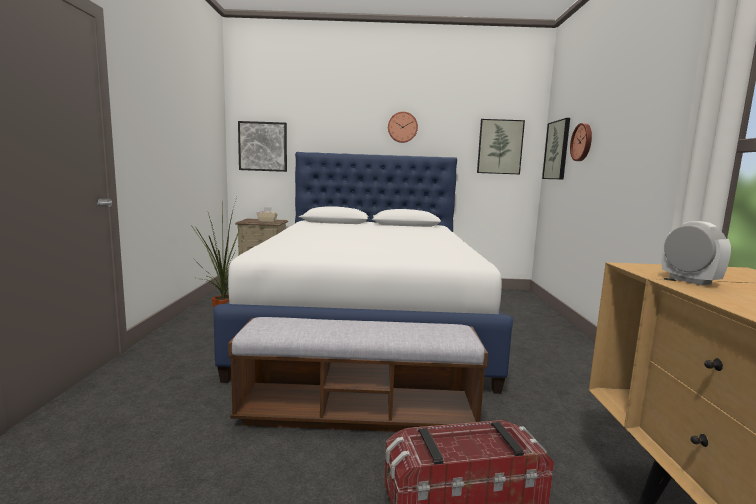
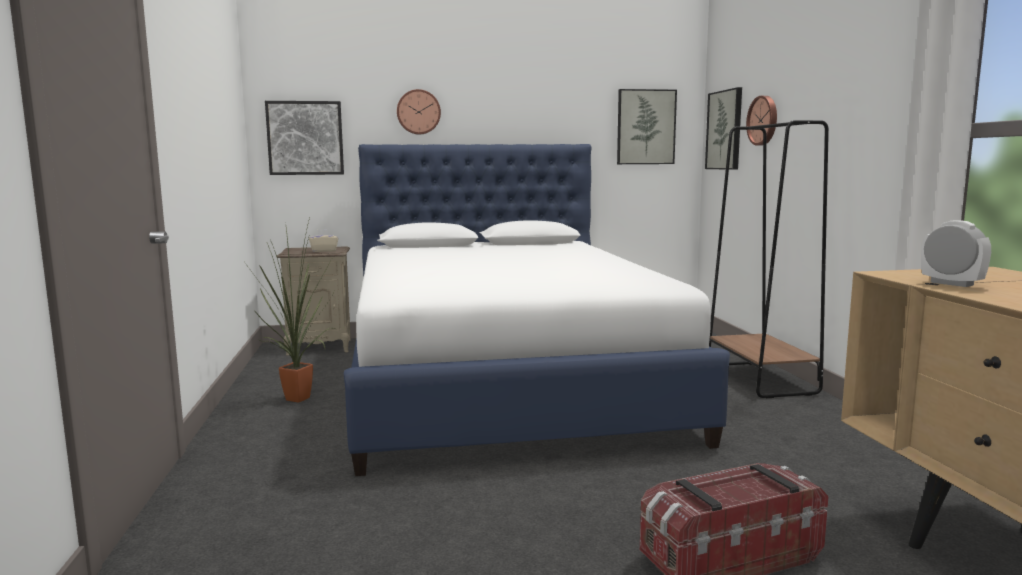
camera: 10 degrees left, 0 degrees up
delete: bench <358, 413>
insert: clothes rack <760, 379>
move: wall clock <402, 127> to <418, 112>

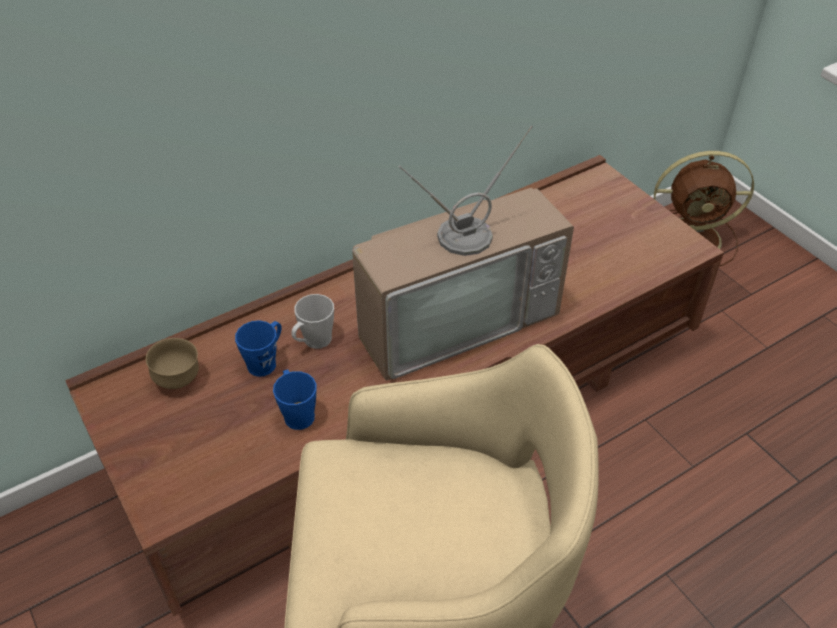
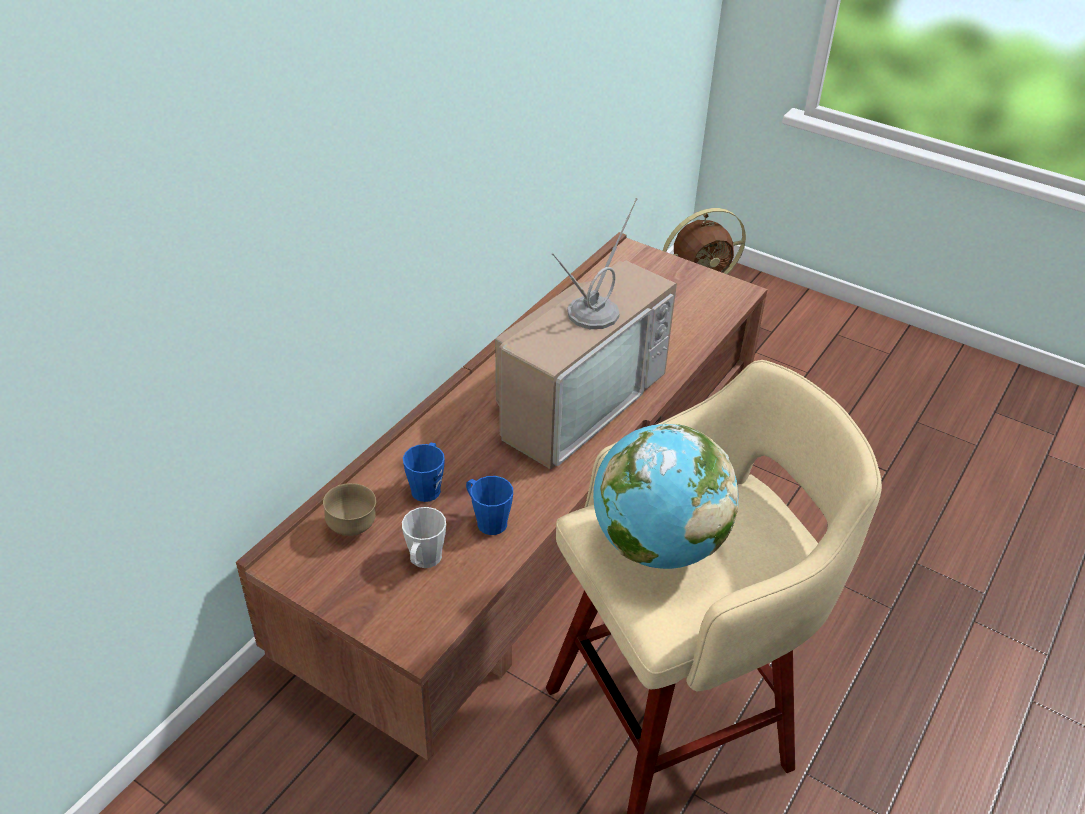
camera: 25 degrees left, 5 degrees down
insert: world globe <657, 545>
move: grey coffee mug <313, 341> to <424, 561>

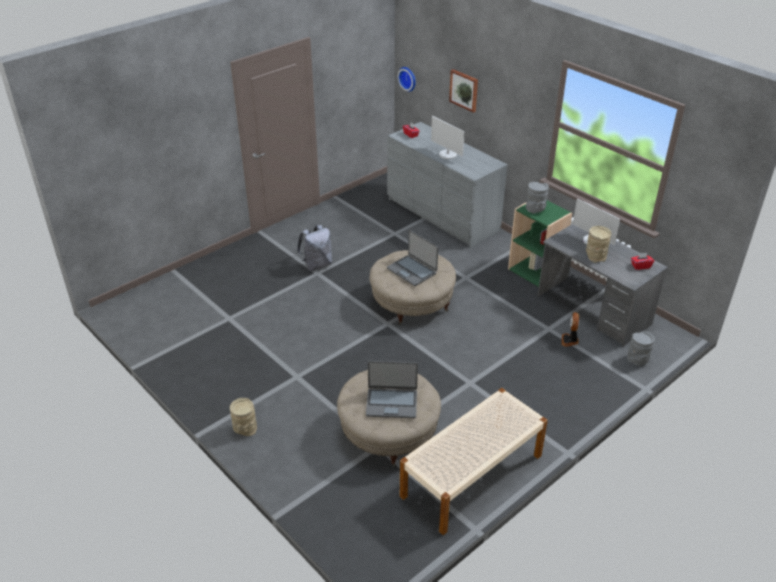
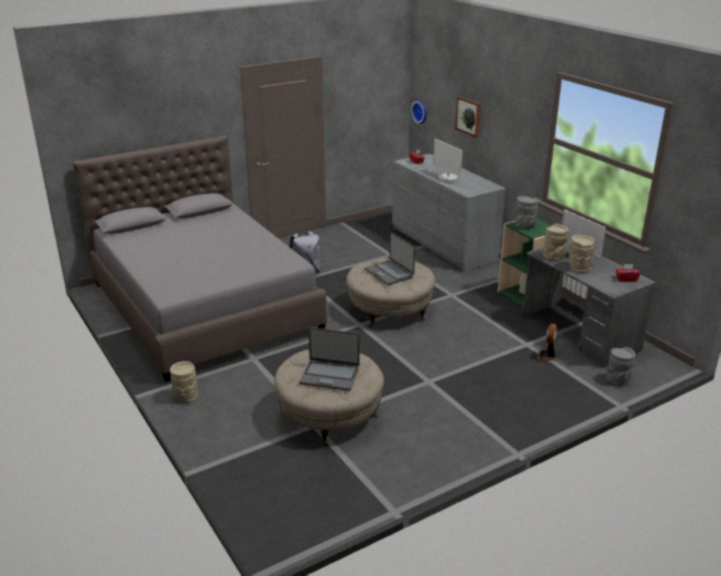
camera: 10 degrees right, 10 degrees down
delete: beige bench <472, 476>
insert: grey sleeping bed <204, 307>; beige flower vase <554, 256>

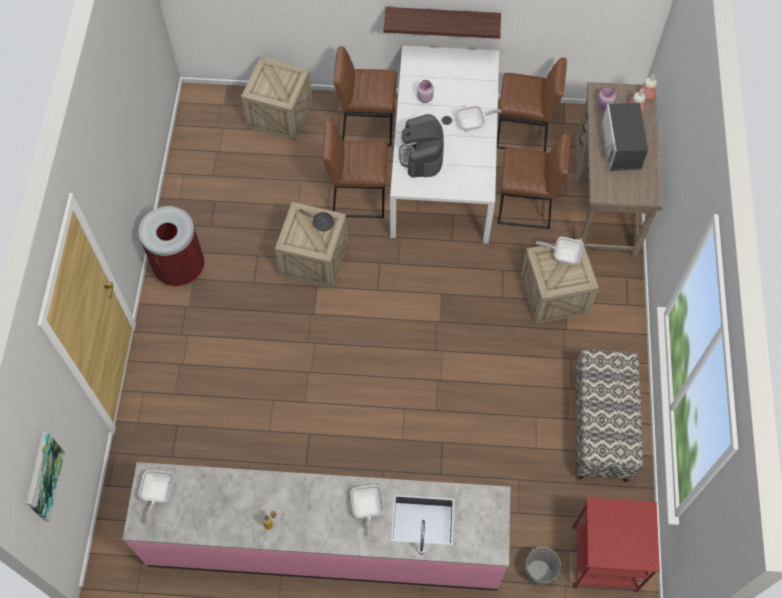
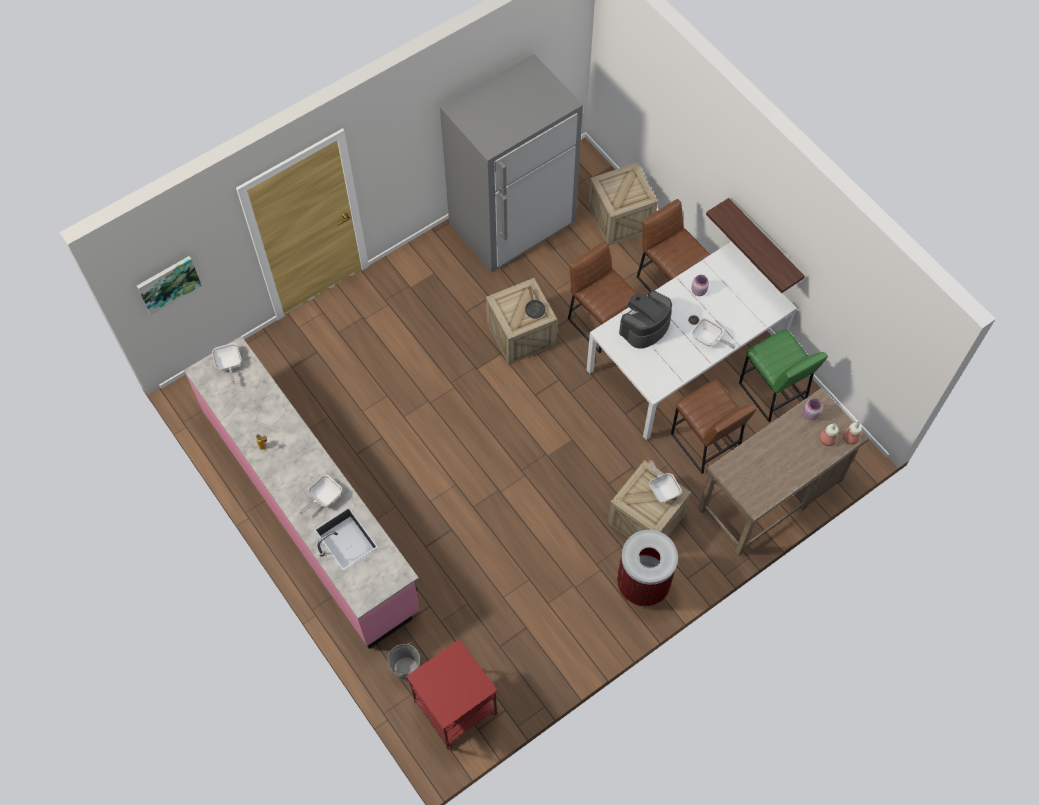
camera: 50 degrees right, 0 degrees up
delete: bench <602, 427>; kitchen microwave <620, 147>
insert: grey refrigerator <513, 222>
move: waste bin <180, 268> to <642, 584>
recolor: brown chair <523, 133> to greenish chair <773, 392>
rotate: frying pan <157, 494> = <229, 365> 75 degrees counterclockwise

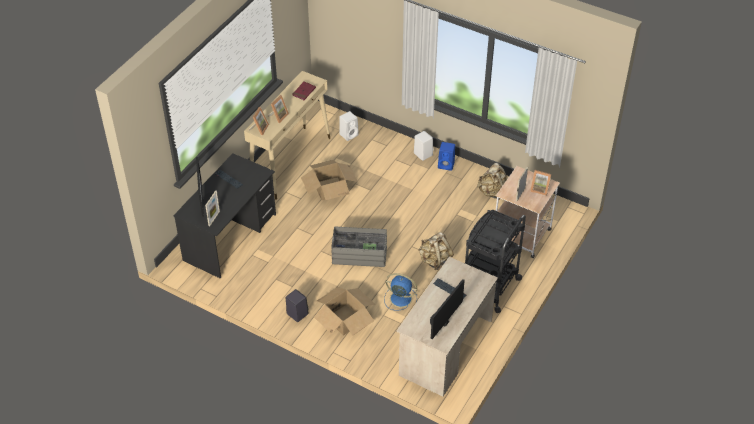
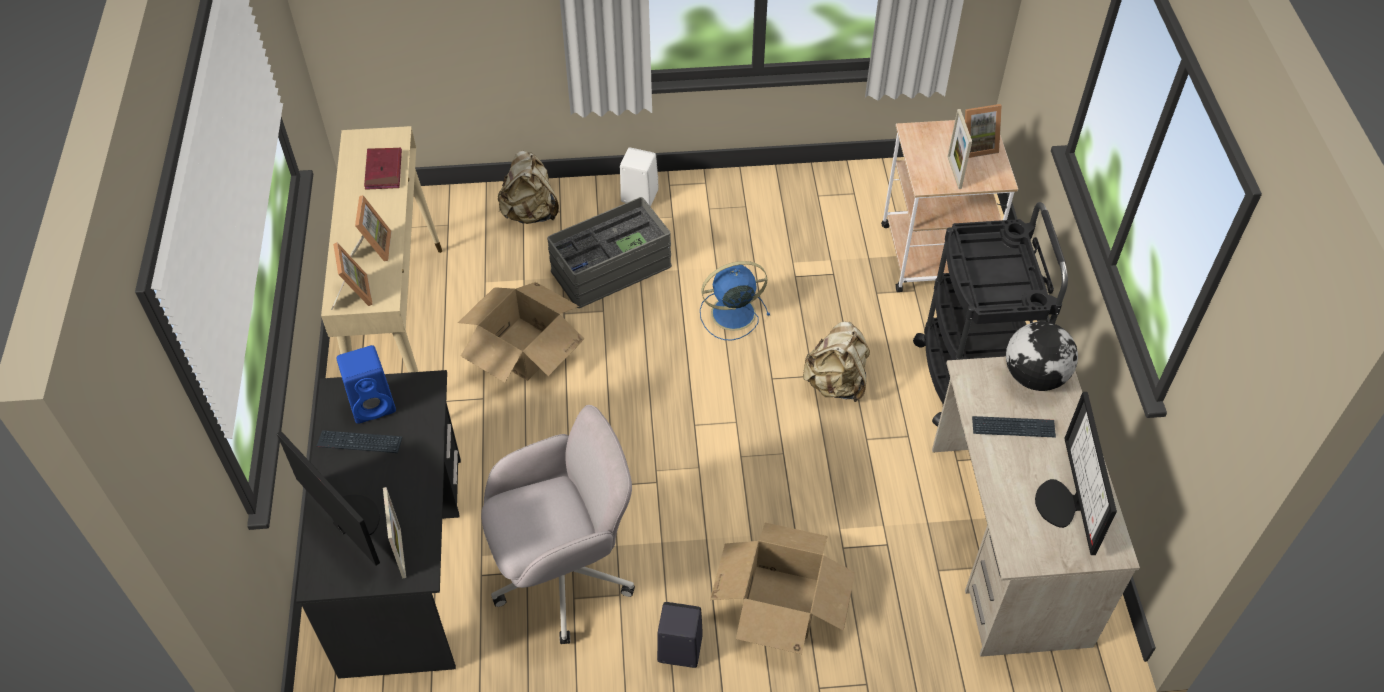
camera: 35 degrees left, 5 degrees up
delete: white-coloured loudspeaker <349, 134>
insert: grey computer chair <565, 578>; world globe <1035, 376>
move: grey storage box <359, 254> to <611, 269>; bluish fan <400, 298> to <731, 313>; bluish loudspeaker <446, 165> to <374, 403>; beige backpack <492, 192> to <530, 213>

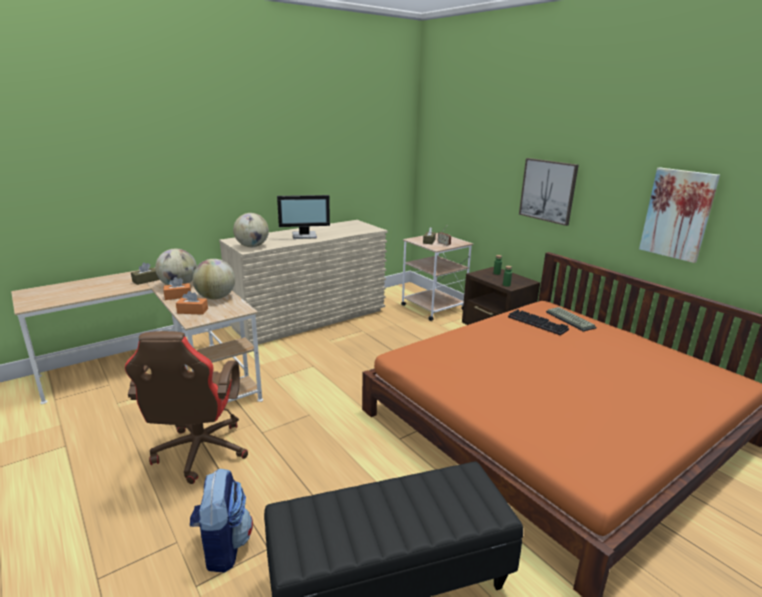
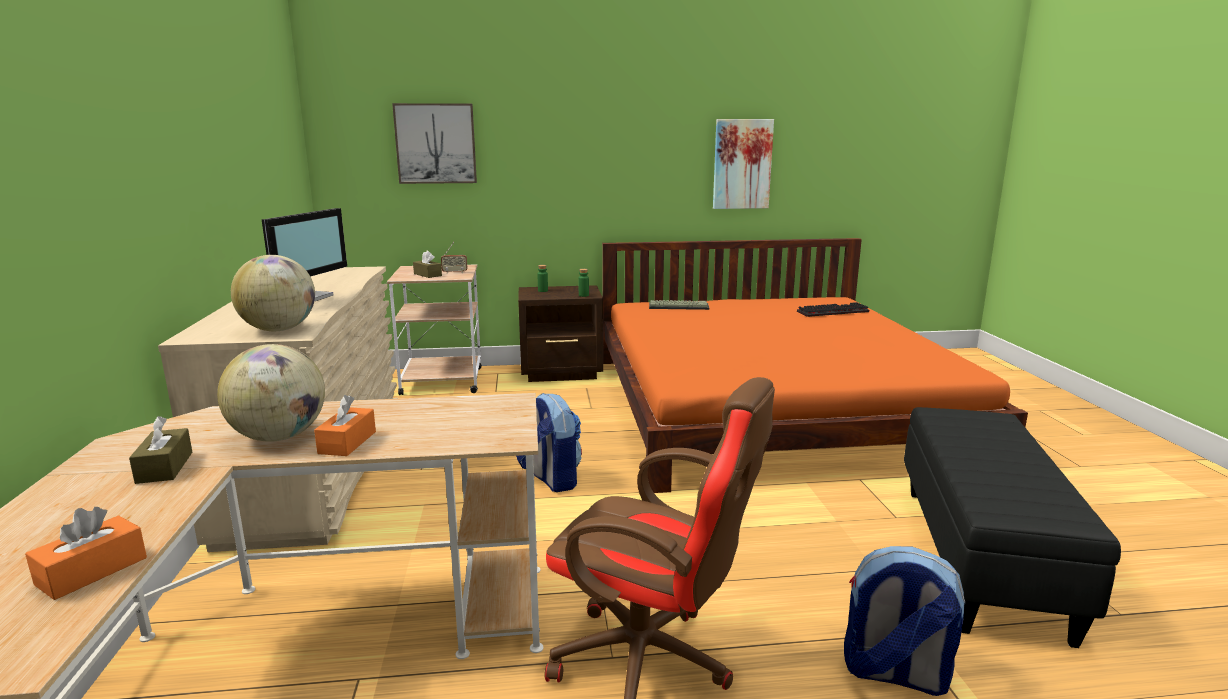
camera: 60 degrees left, 5 degrees down
delete: world globe <216, 297>
insert: backpack <551, 479>
move: orange-coloured tissue holder <192, 311> to <92, 571>; keyboard <538, 323> to <833, 311>; wall art <548, 190> to <435, 143>

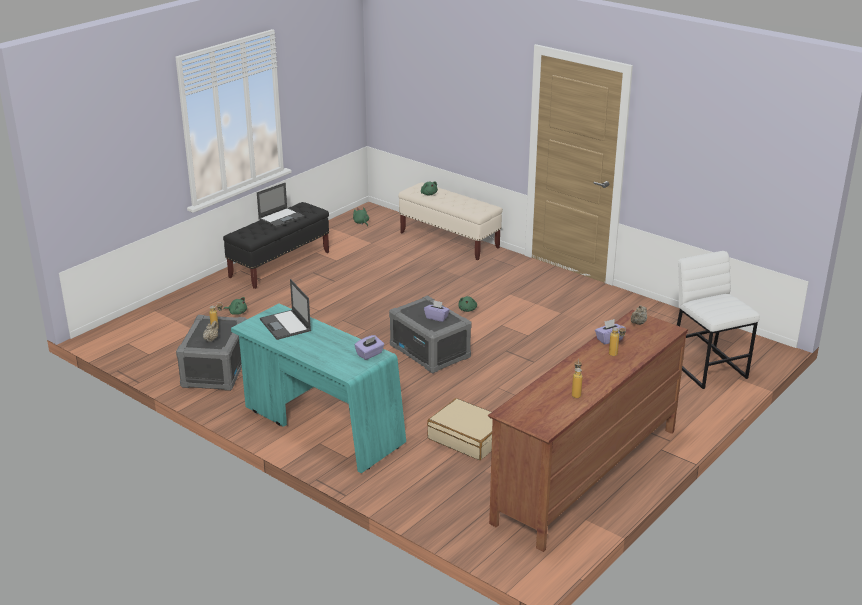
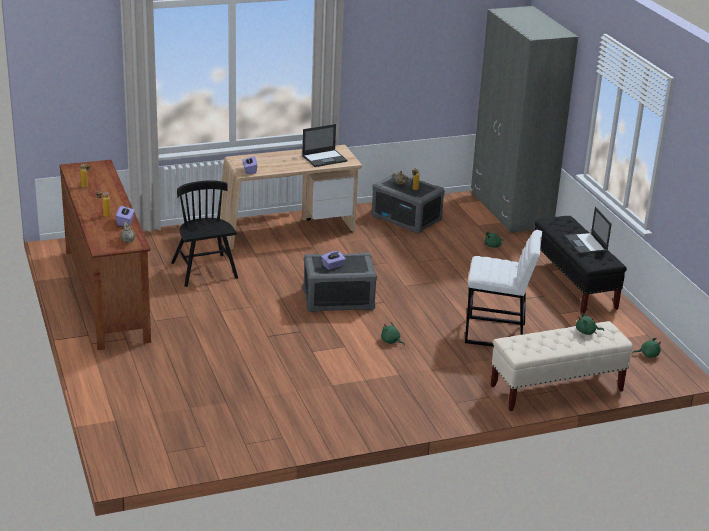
camera: 120 degrees right, 0 degrees up
insert: grey wardrobe <510, 211>
move: white-coloured chair <707, 368> to <497, 333>
replace: beige piece of luggage <468, 438> to black chair <205, 272>
recolor: turquoise desk unit <320, 426> to beige desk unit <287, 231>
rotate: notebook computer <286, 325> = <325, 158> 150 degrees clockwise

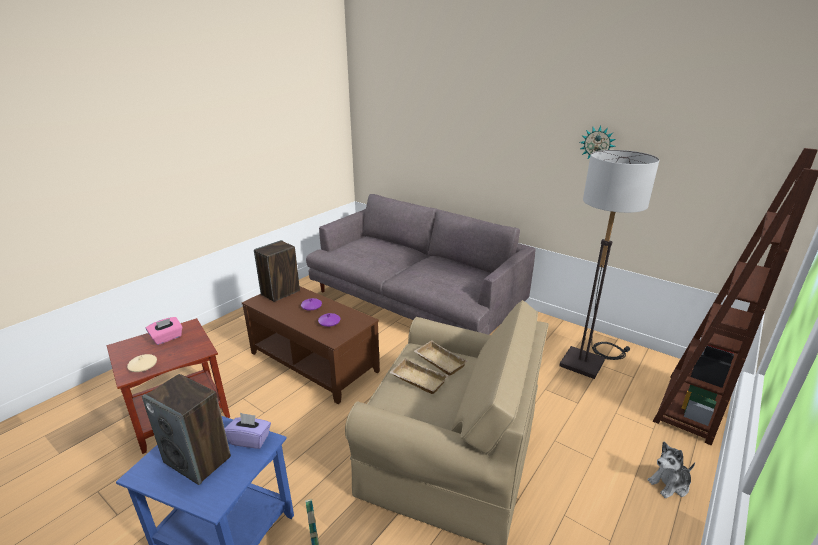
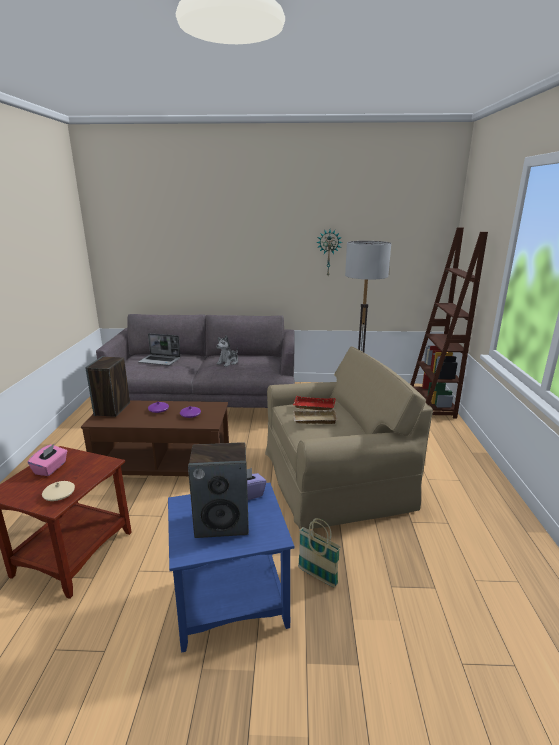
camera: 35 degrees left, 5 degrees down
insert: notebook computer <160, 361>
move: soft toy <669, 484> to <228, 362>
recolor: beige carrying tray <438, 361> to reddish carrying tray <313, 407>

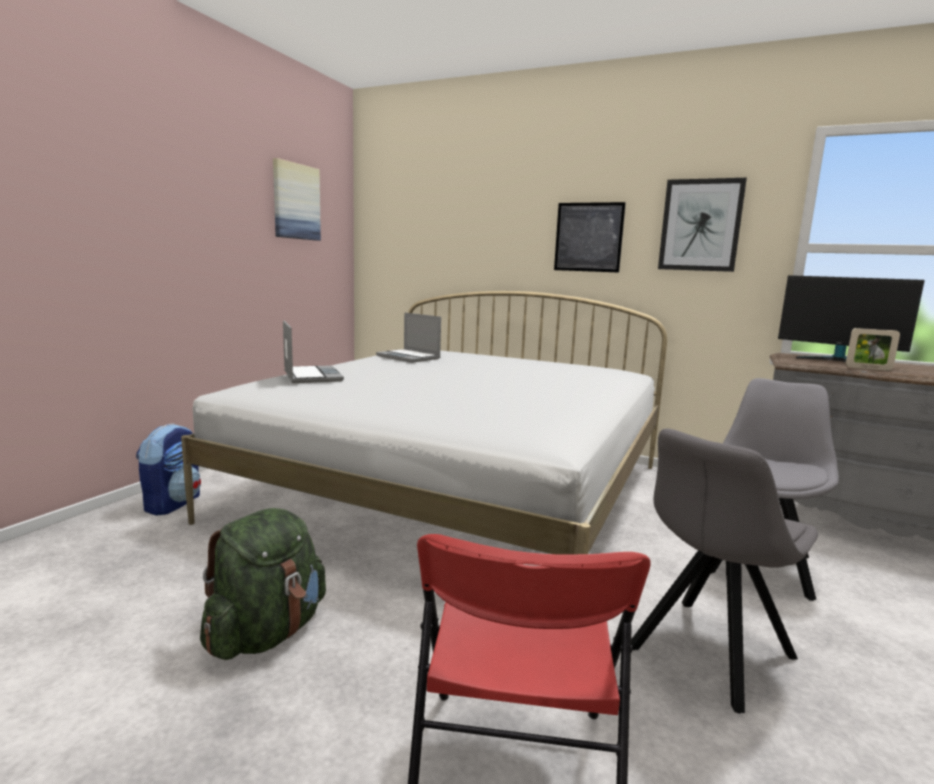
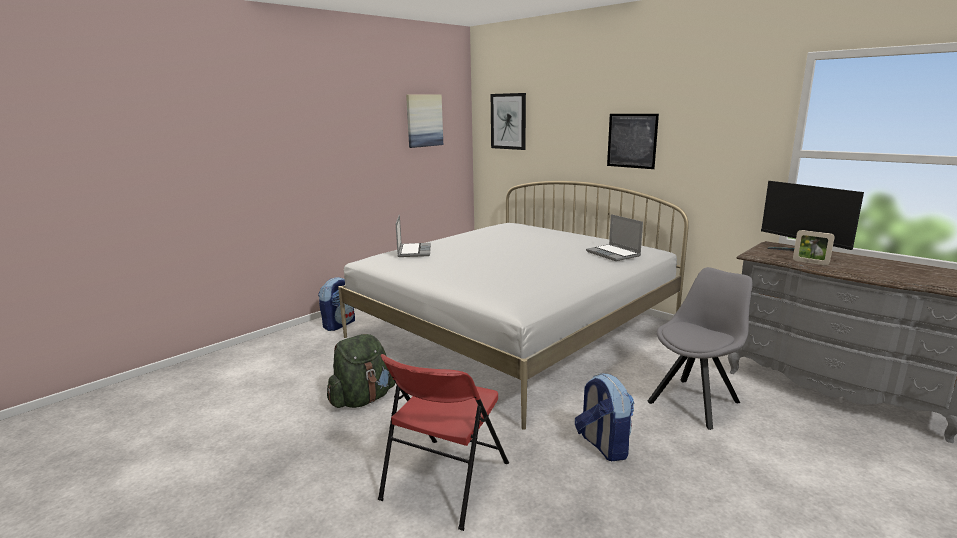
camera: 20 degrees right, 5 degrees up
move: notebook computer <409, 357> to <614, 254>; wall art <700, 225> to <508, 121>
replace: grey chair <709, 652> to backpack <603, 445>

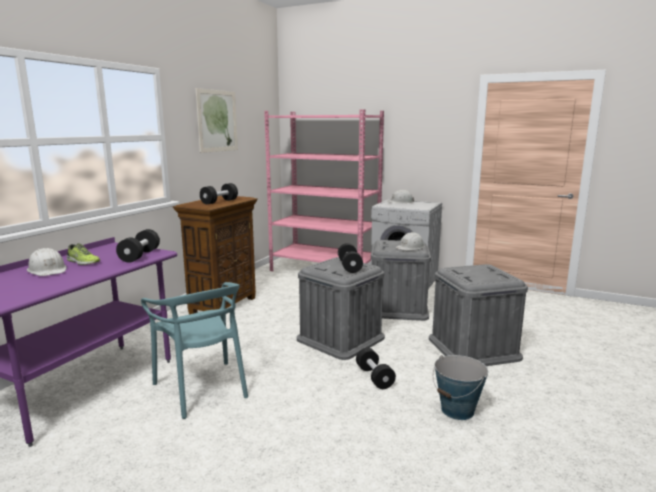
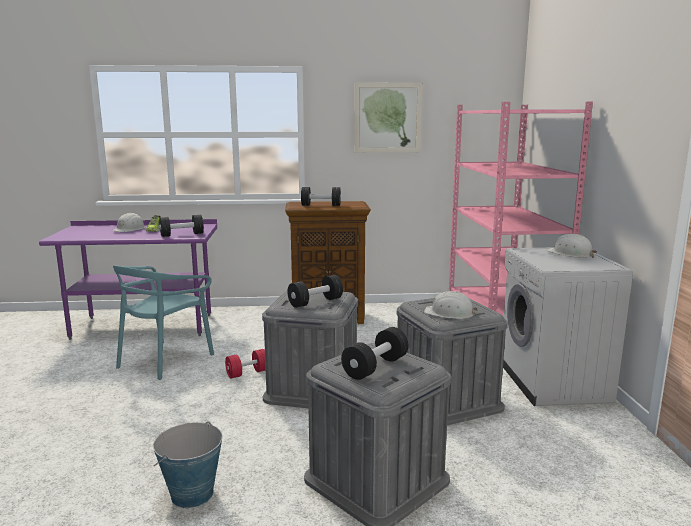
camera: 60 degrees right, 0 degrees up
insert: reddish hand weight <247, 373>
move: black hand weight <374, 377> to <375, 367>

